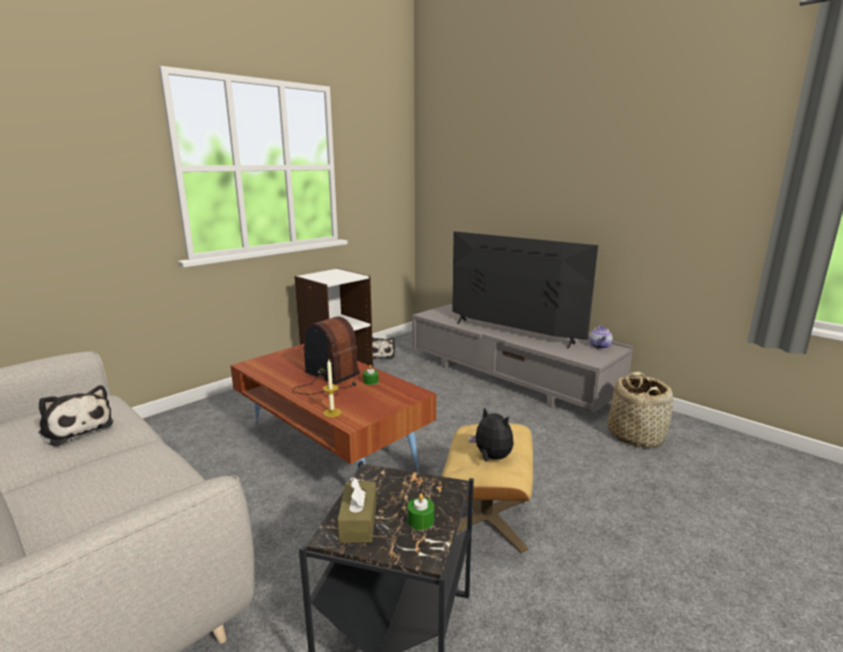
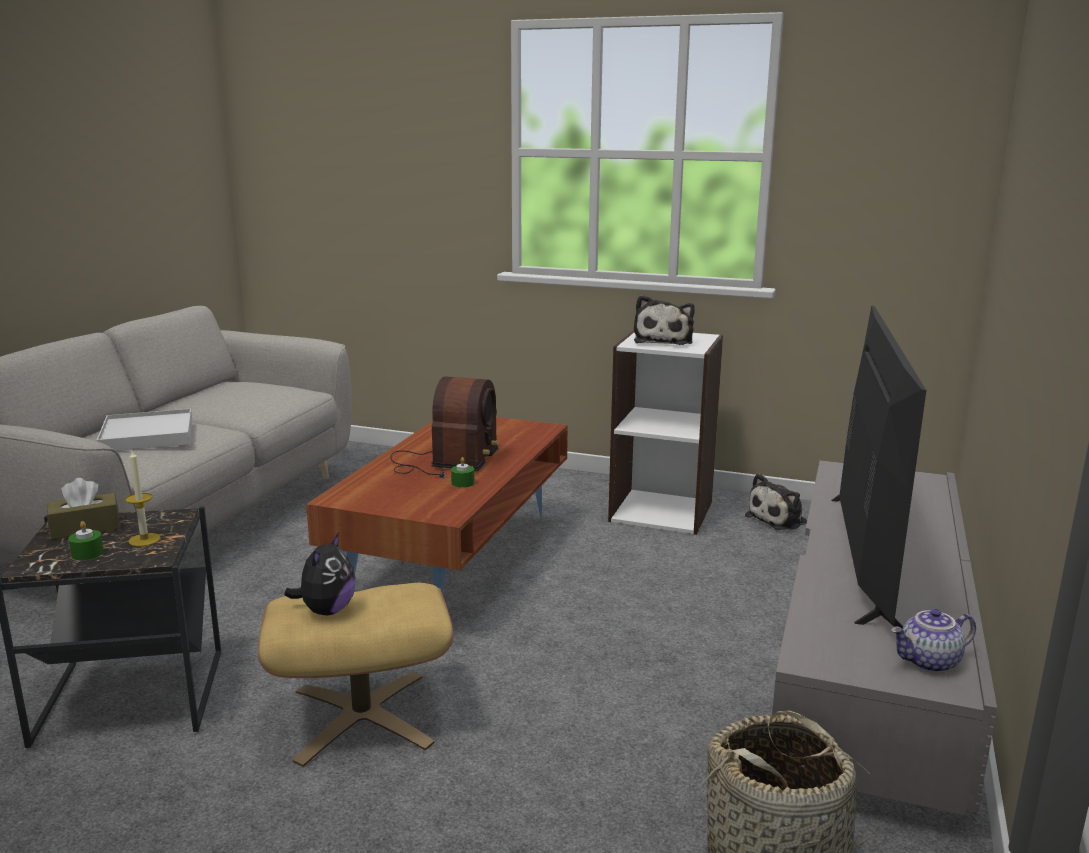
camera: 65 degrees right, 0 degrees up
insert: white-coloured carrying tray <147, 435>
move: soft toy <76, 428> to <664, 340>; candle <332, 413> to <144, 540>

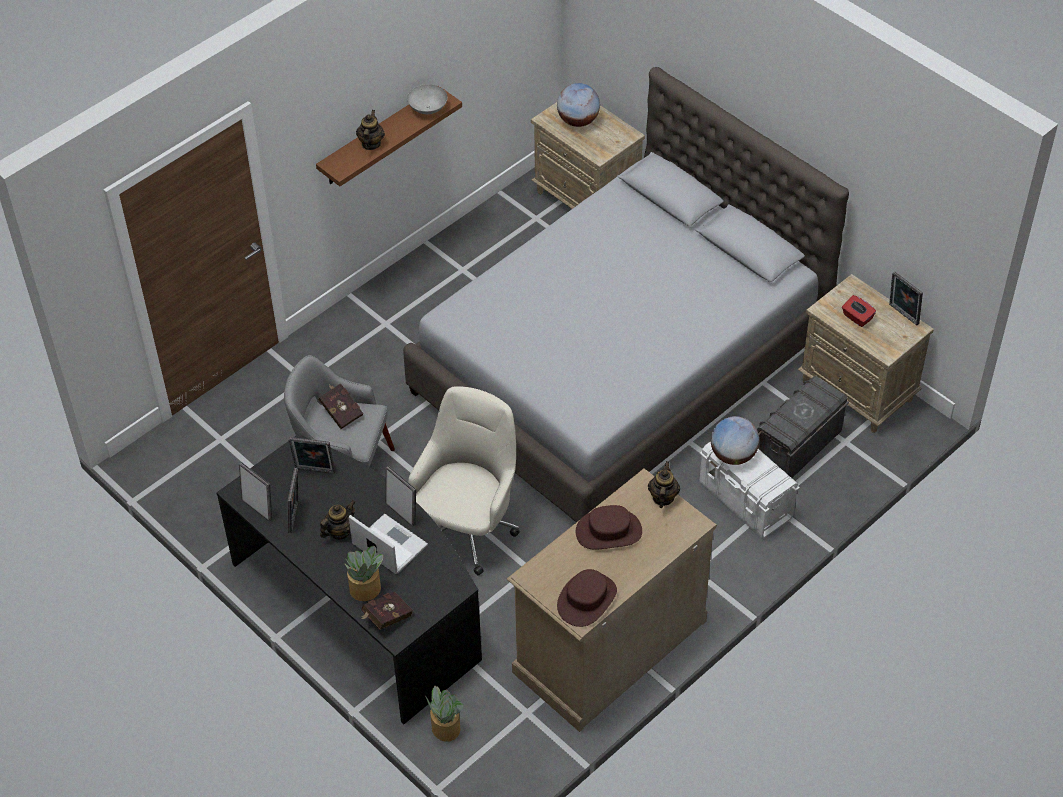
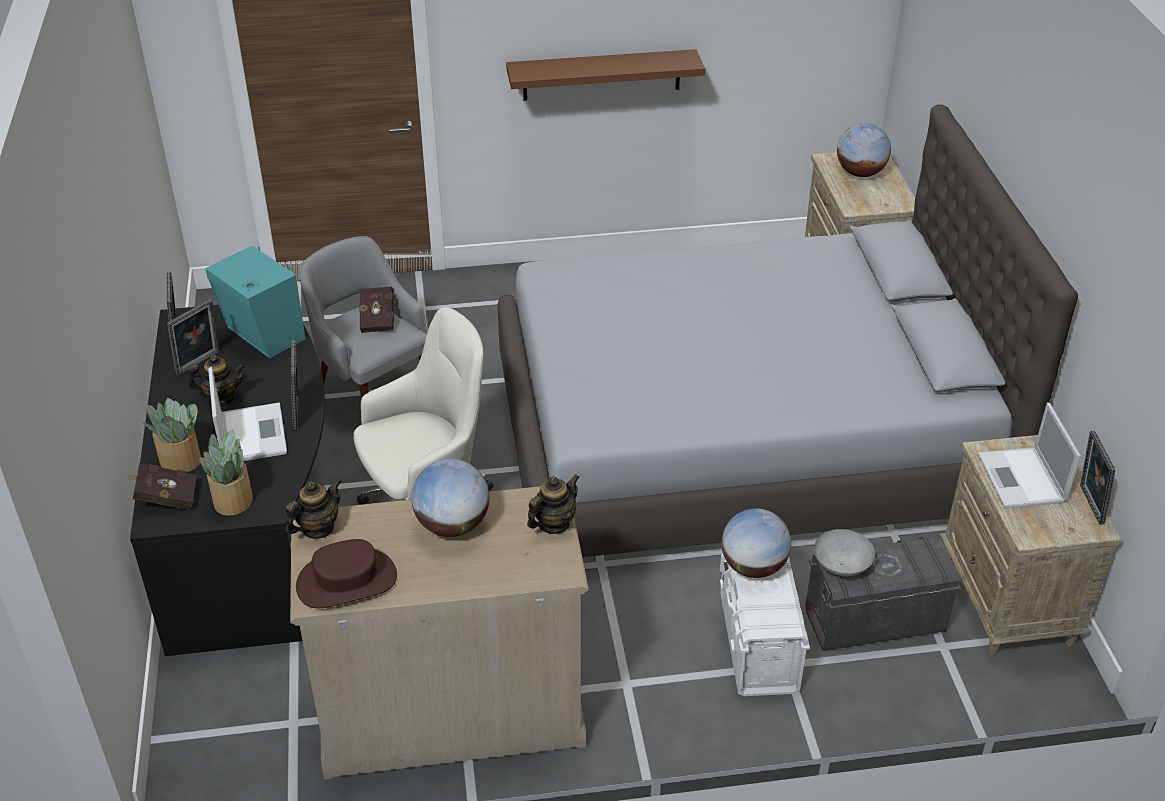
camera: 35 degrees right, 10 degrees down
move: teapot <371, 144> to <317, 528>; grey serving bowl <428, 109> to <842, 566>; houseplant <445, 727> to <233, 499>
replace: photo frame <314, 471> to turquoise loudspeaker <264, 336>; brown wearable hat <609, 531> to world globe <453, 525>; reddish tissue holder <857, 318> to notebook computer <1022, 479>

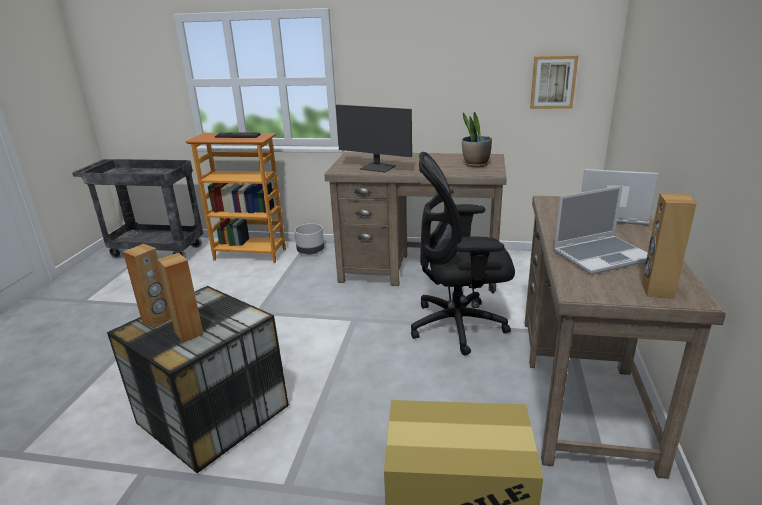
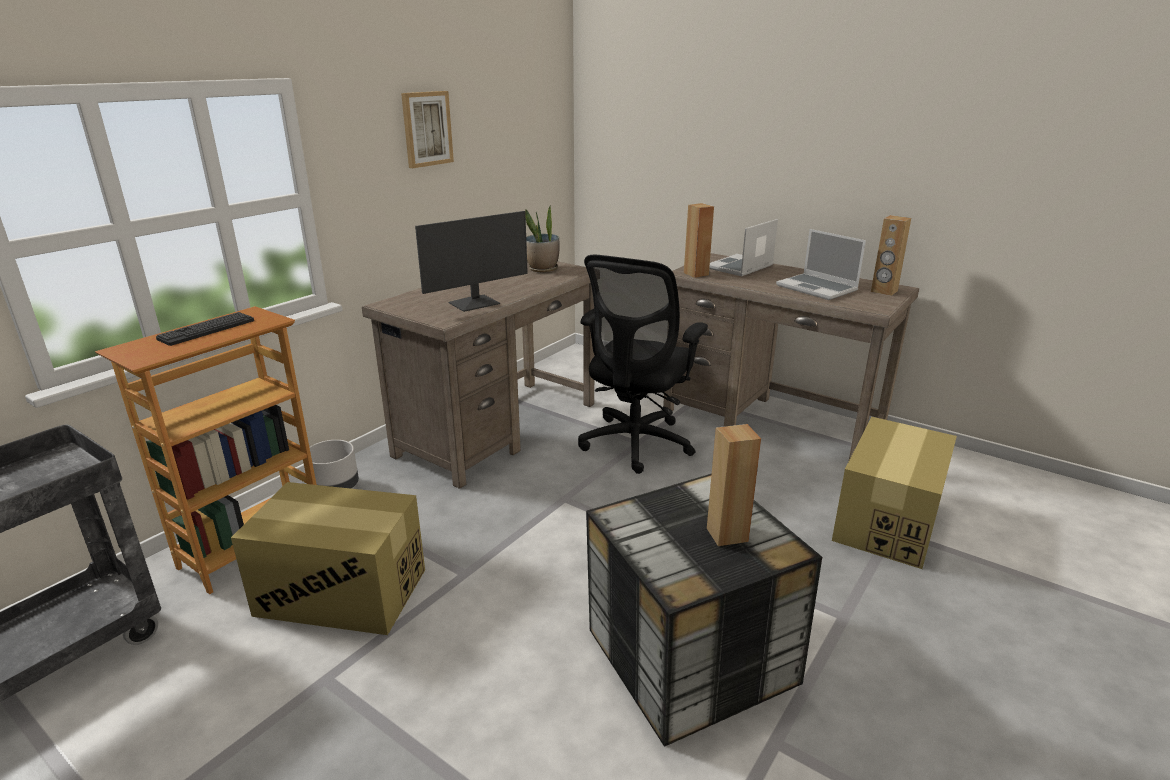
camera: 65 degrees left, 0 degrees up
insert: cardboard box <341, 592>
move: brown loudspeaker <157, 320> to <696, 274>; wall art <553, 82> to <426, 129>
rotate: notebook computer <601, 255> = <818, 288> 135 degrees clockwise

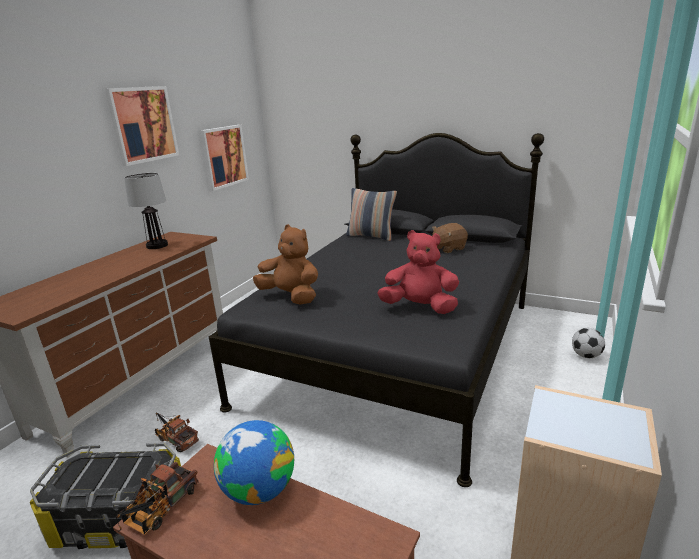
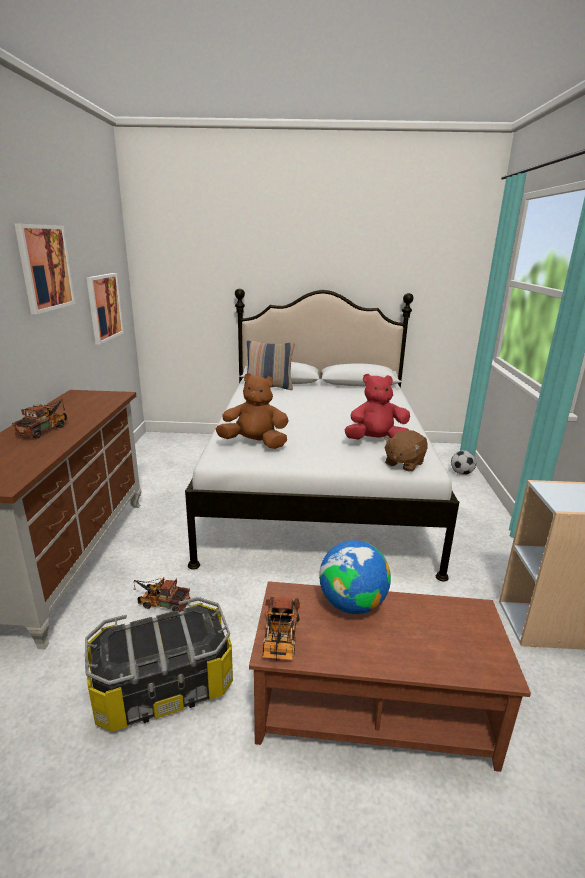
camera: 25 degrees left, 0 degrees up
delete: table lamp <156, 246>
insert: toy truck <46, 429>
move: brown soft toy <448, 248> to <403, 463>
recolor: black sleeping bed <396, 351> to white-coloured sleeping bed <316, 490>

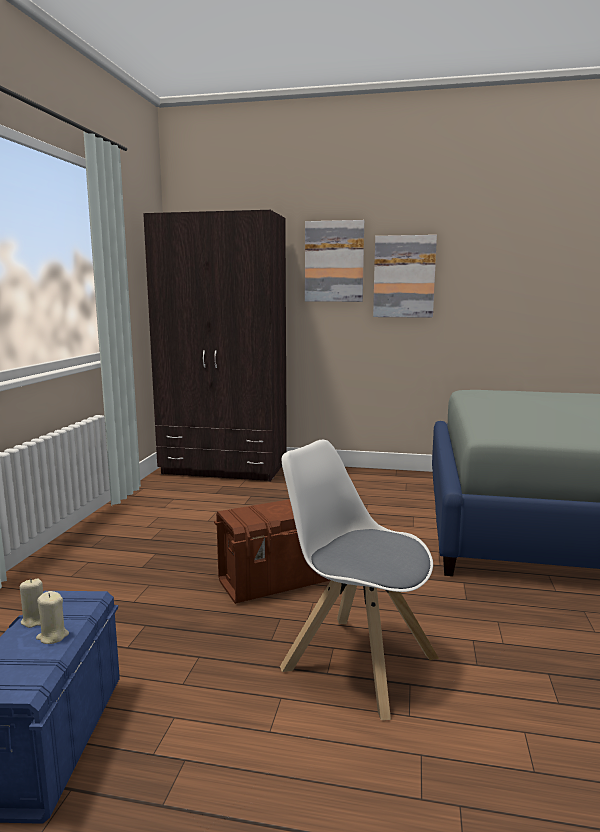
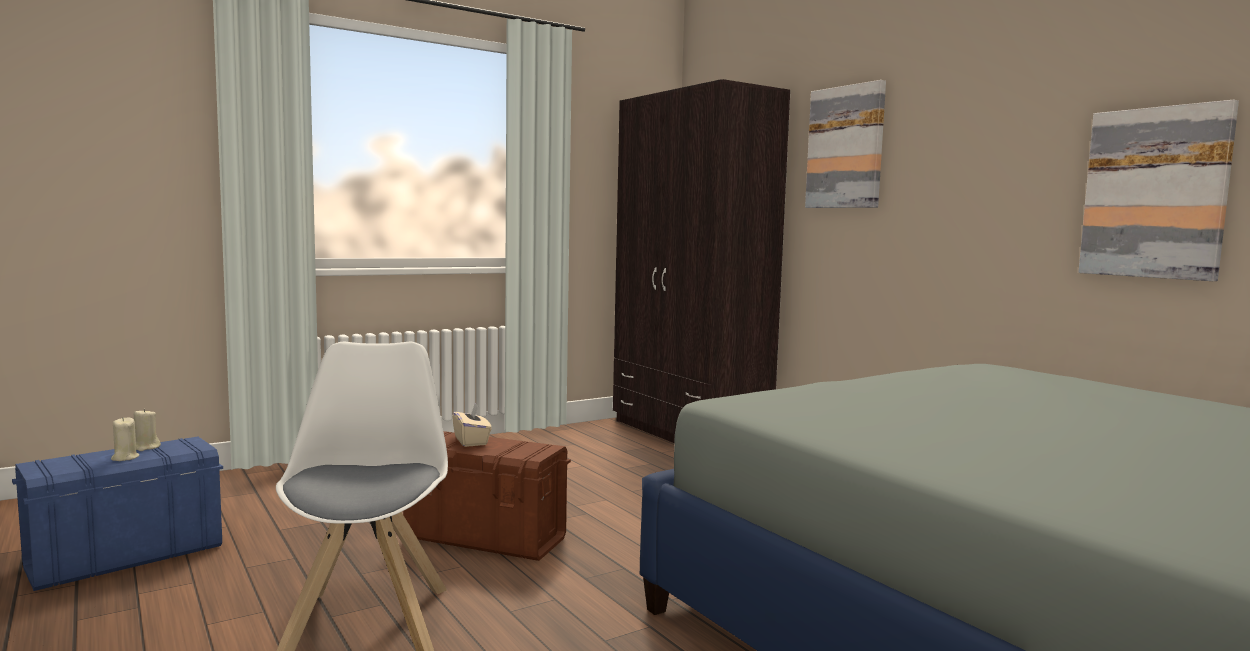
camera: 45 degrees right, 5 degrees down
insert: beige tissue holder <471, 441>
move: wall art <404, 277> to <1155, 193>

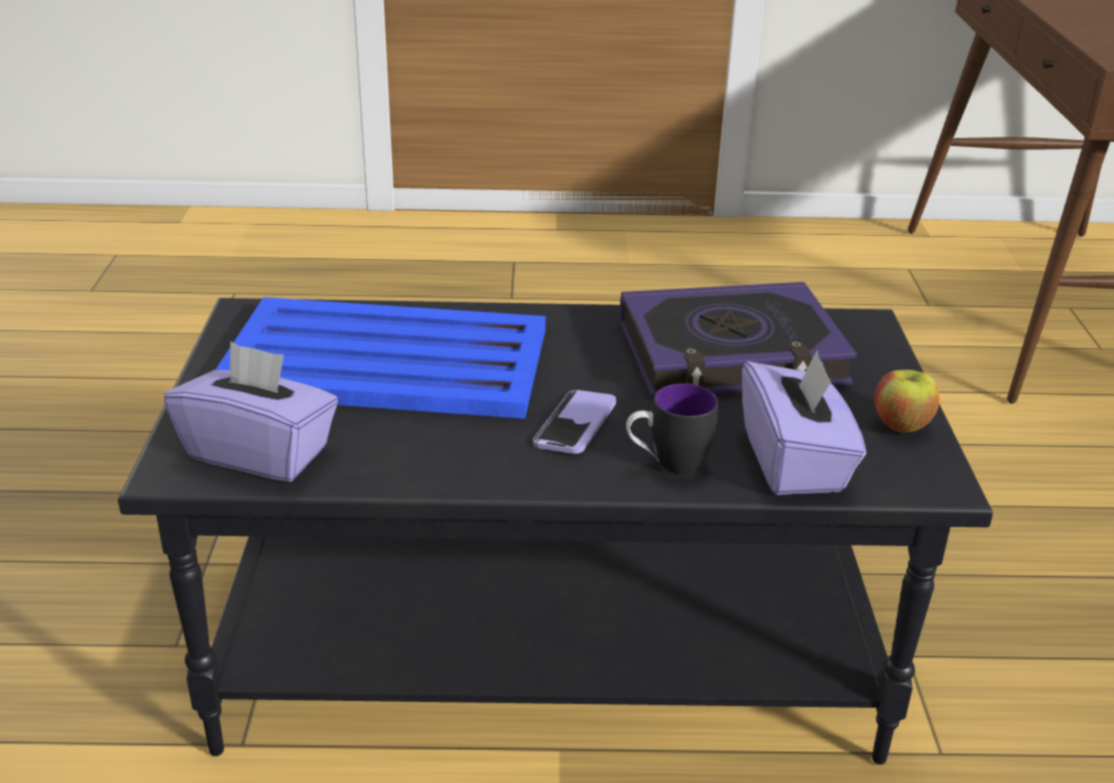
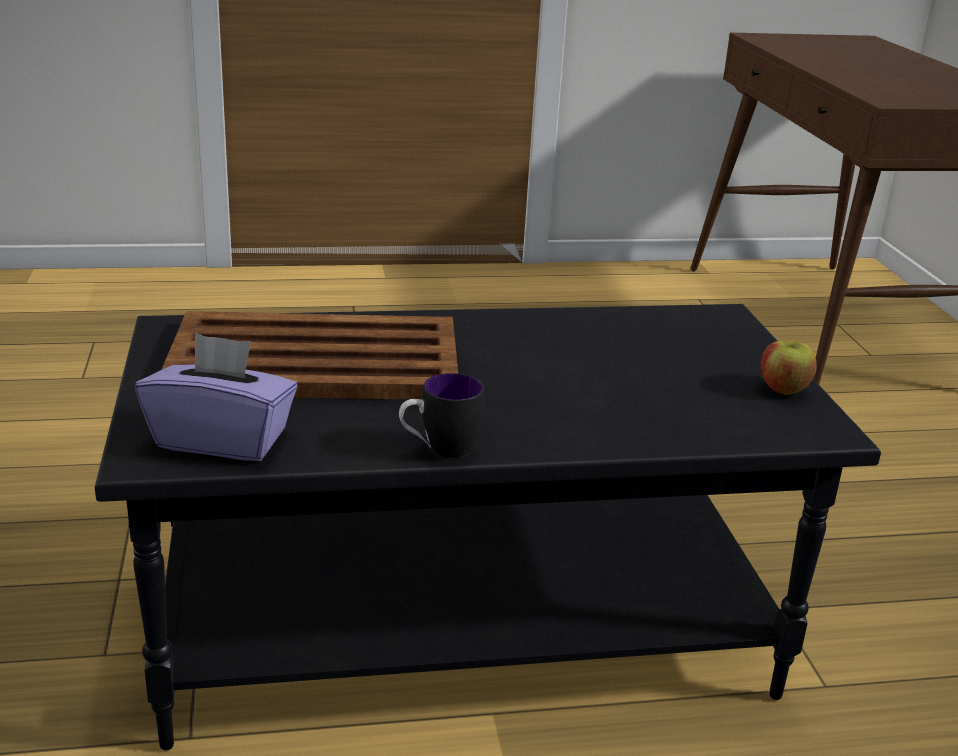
camera: 10 degrees left, 5 degrees down
delete: telephone <575, 425>; volume <731, 355>; purple tissue holder <794, 462>
move: coffee mug <667, 464> to <439, 451>
recolor: bluish carrying tray <383, 360> to brown carrying tray <312, 360>

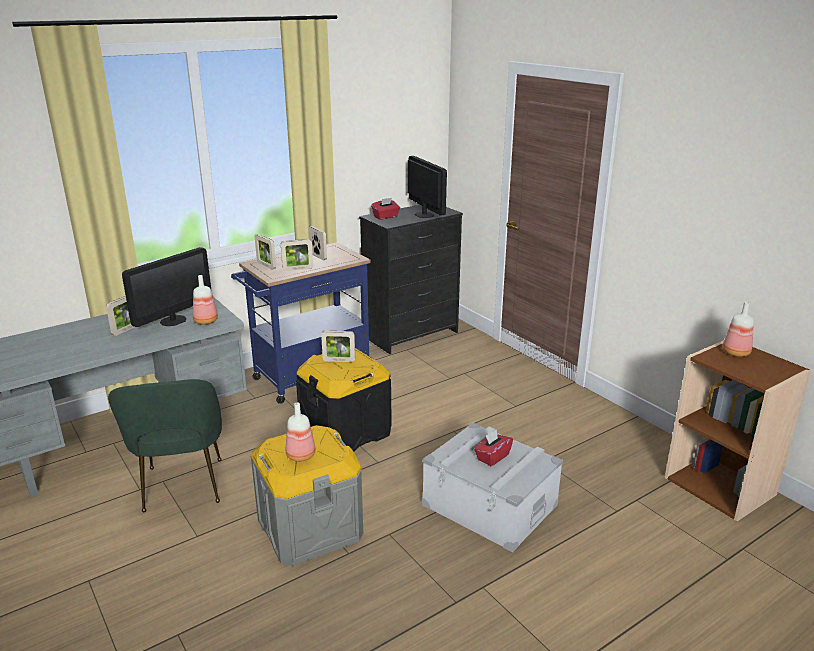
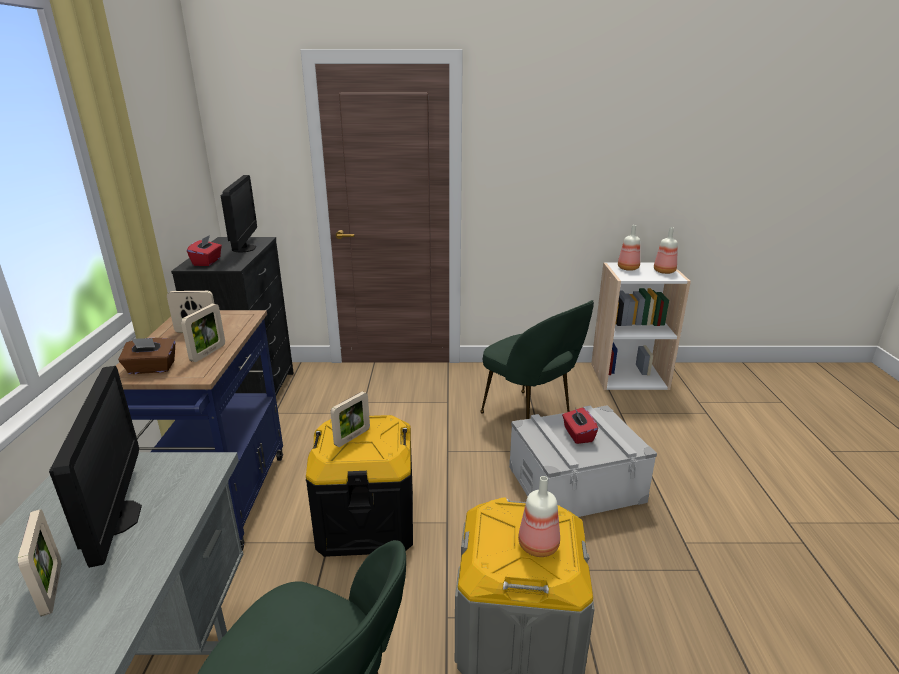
camera: 55 degrees left, 0 degrees up
insert: greenish chair <530, 418>
move: beverage bottle <205, 321> to <664, 272>
replace: photo frame <266, 266> to brown tissue holder <151, 368>
recolor: brown bookcase <721, 486> to white-coloured bookcase <629, 376>
rotate: computer screen <424, 215> = <244, 248> 75 degrees clockwise

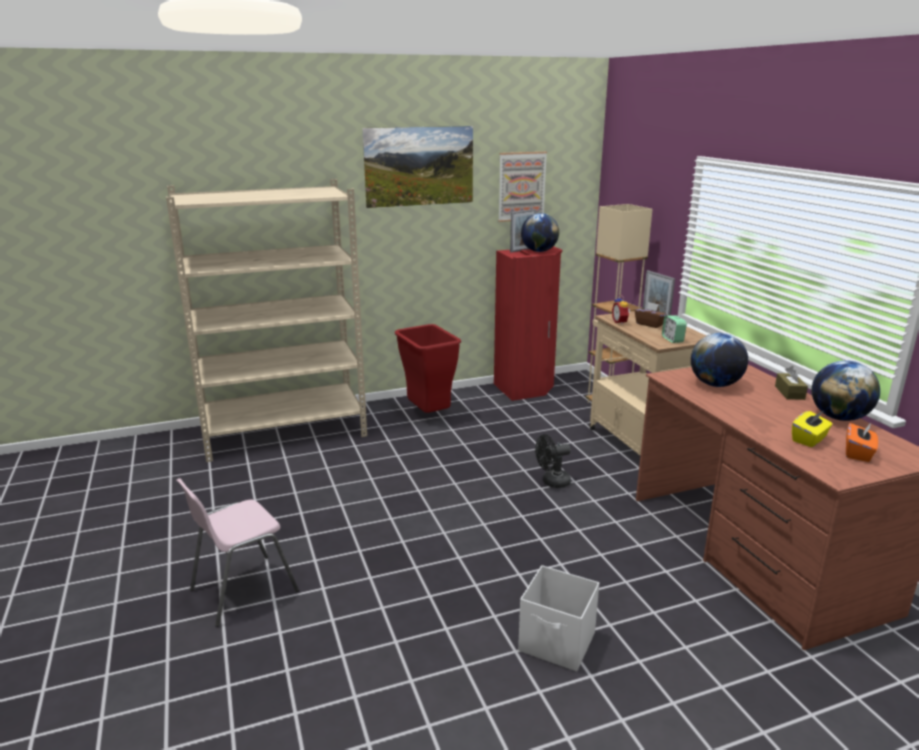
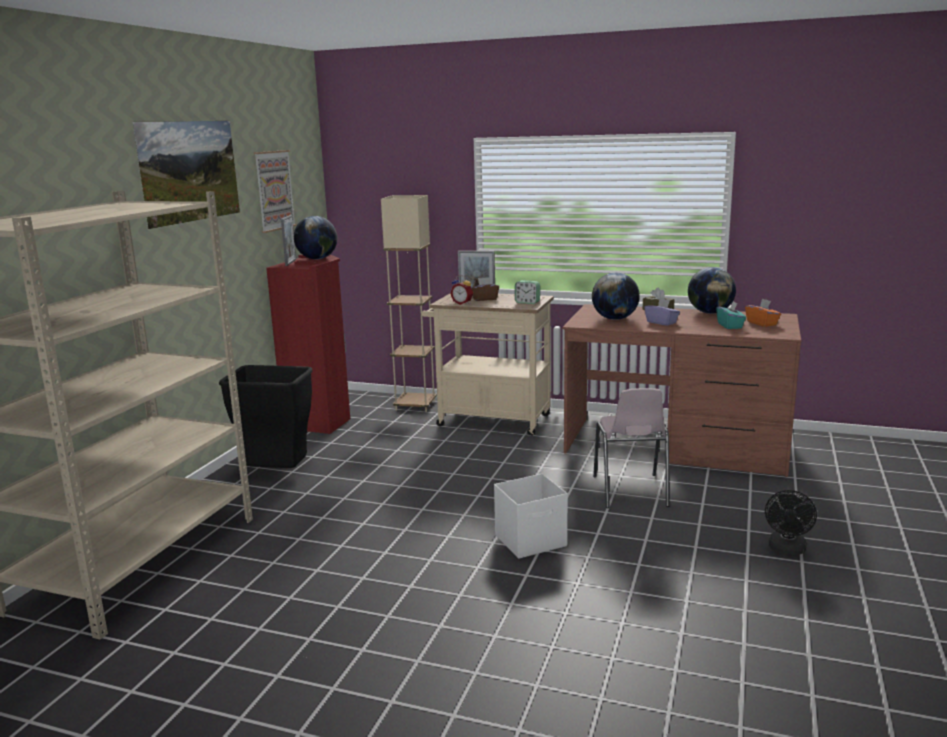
camera: 50 degrees left, 5 degrees down
insert: purple tissue holder <661, 322>
move: pink chair <242, 590> to <630, 491>; white-coloured storage box <557, 643> to <531, 541>; black fan <552, 482> to <787, 550>
recolor: reddish waste bin <429, 415> to black waste bin <278, 476>; yellowish tissue holder <809, 439> to turquoise tissue holder <730, 326>

